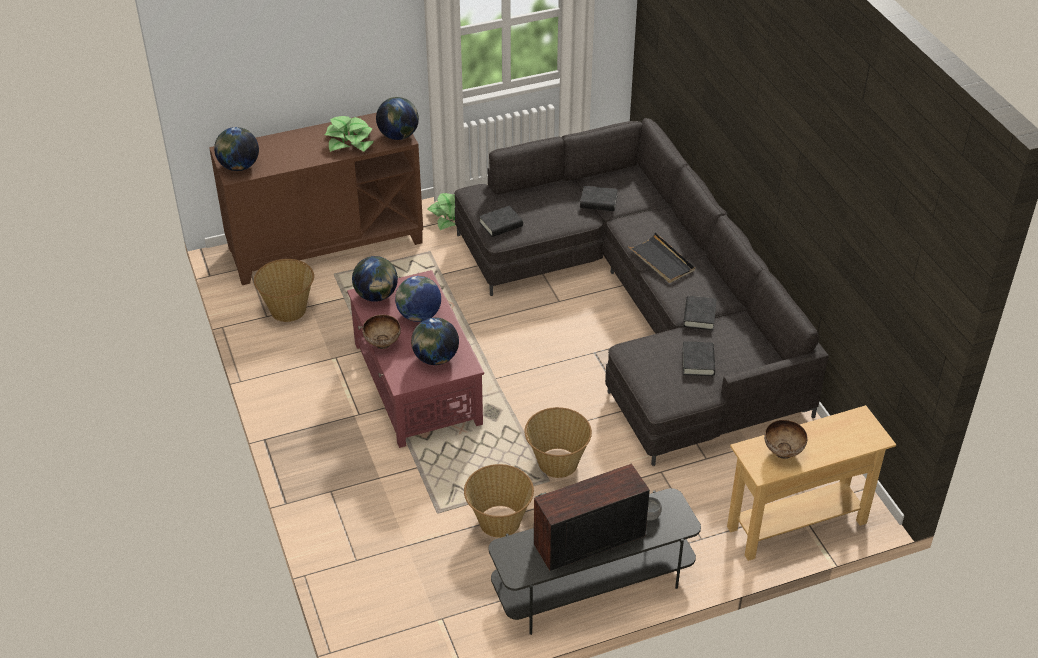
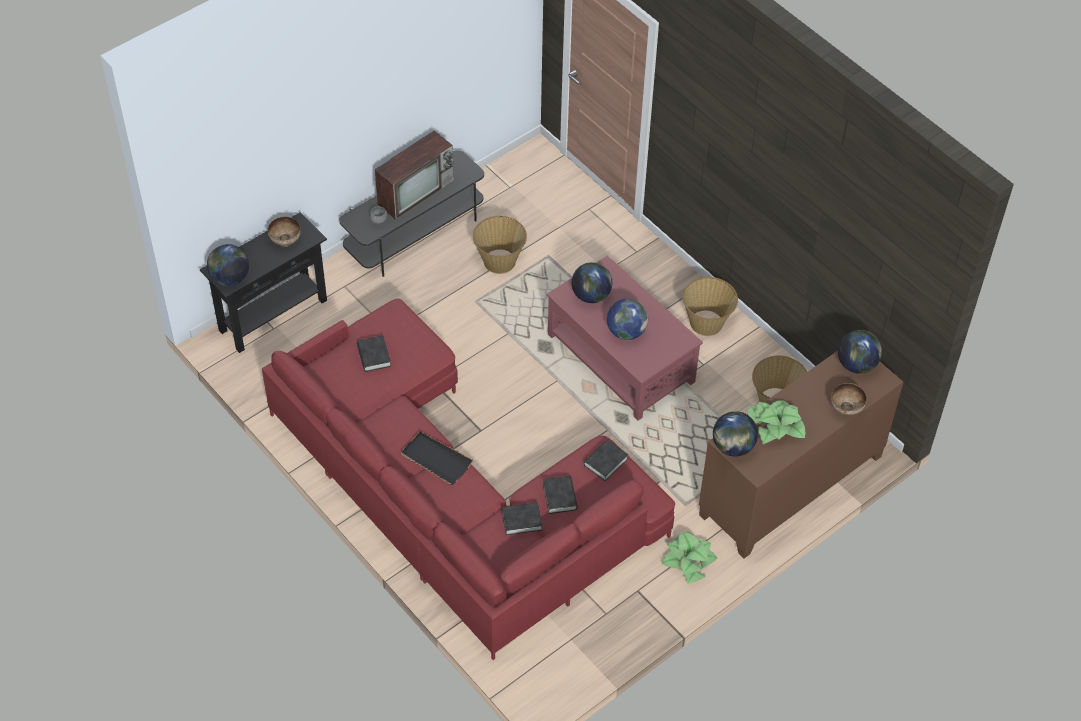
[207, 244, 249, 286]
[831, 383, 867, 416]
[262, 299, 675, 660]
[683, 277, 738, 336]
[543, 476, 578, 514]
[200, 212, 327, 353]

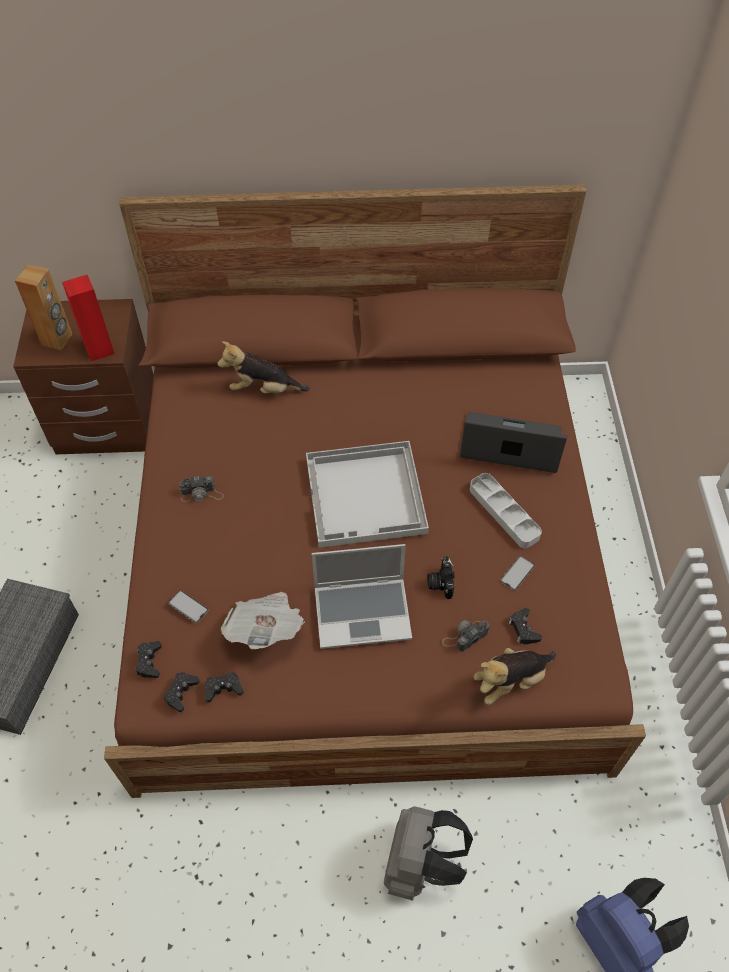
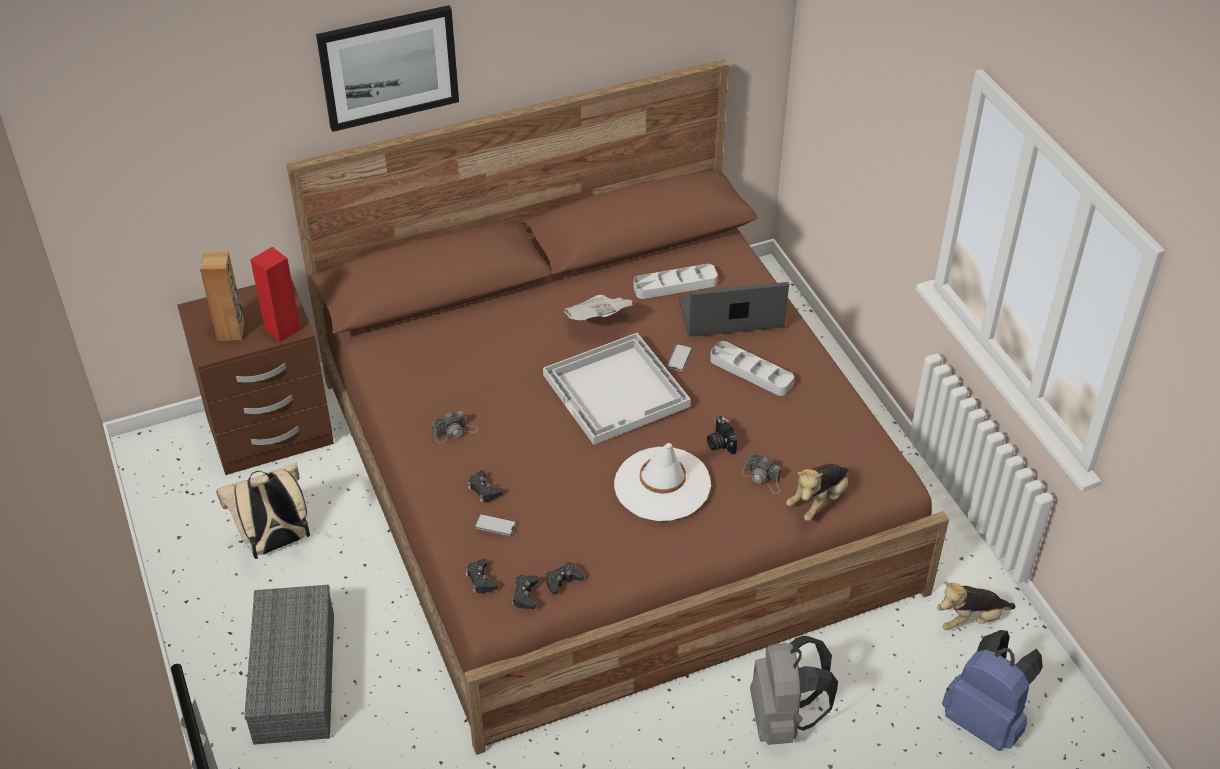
[937, 581, 1016, 630]
[564, 295, 632, 320]
[614, 443, 711, 521]
[742, 454, 781, 494]
[666, 344, 692, 371]
[468, 470, 503, 502]
[216, 462, 310, 559]
[316, 5, 459, 132]
[634, 264, 718, 299]

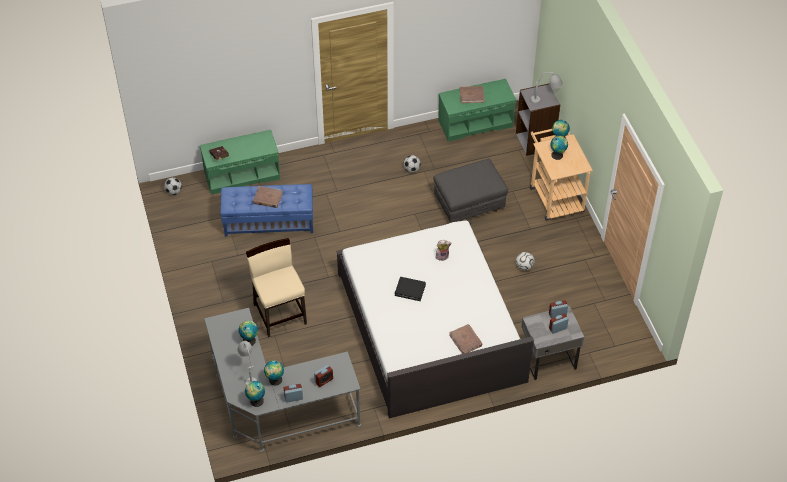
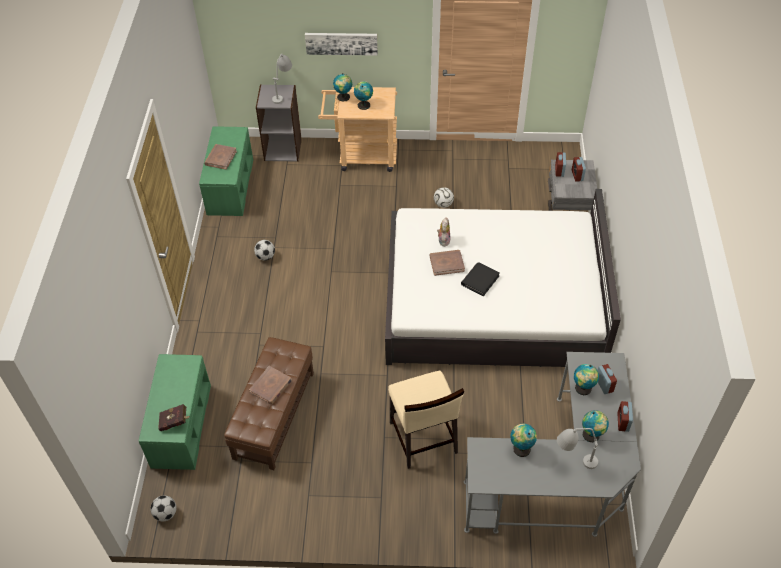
[224, 337, 314, 470]
[574, 364, 599, 395]
[388, 370, 464, 469]
[433, 158, 508, 223] (first image)
[430, 250, 465, 276]
[305, 33, 378, 56]

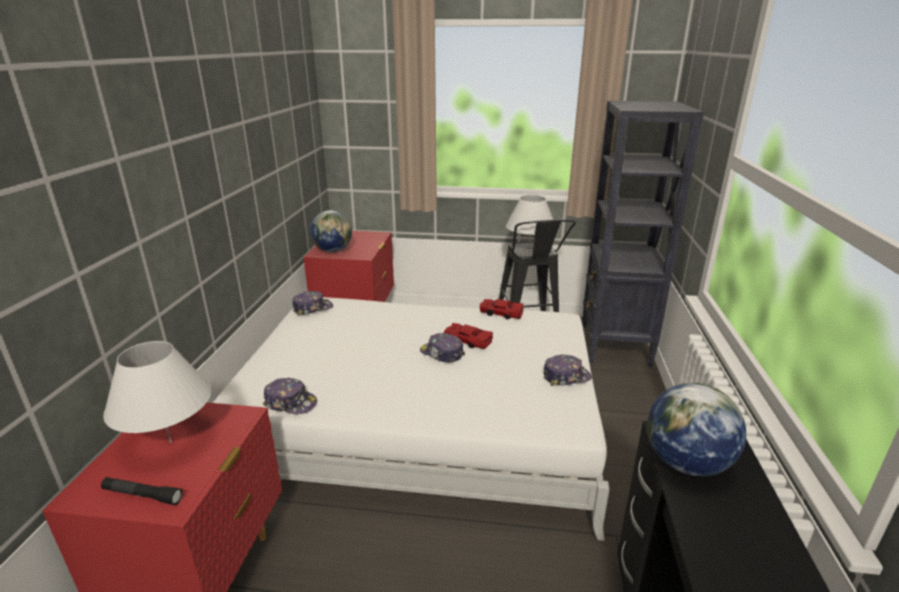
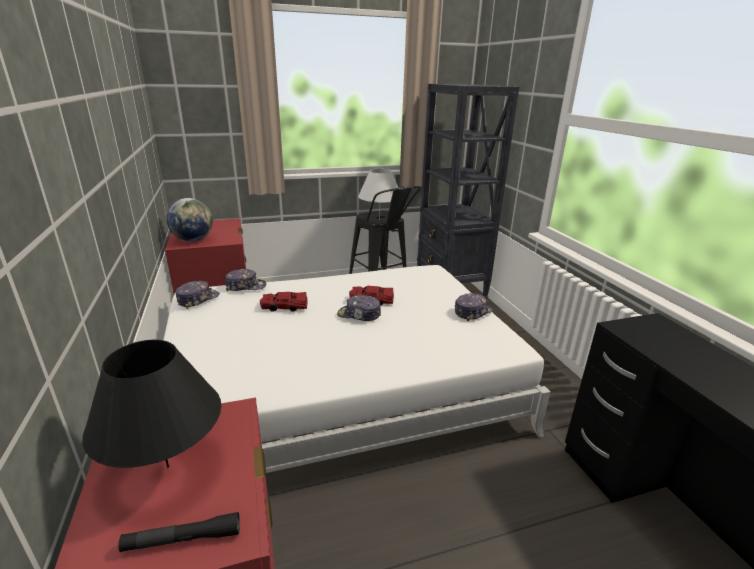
[82, 340, 221, 468]
[225, 269, 266, 291]
[260, 292, 308, 312]
[647, 383, 746, 476] (first image)

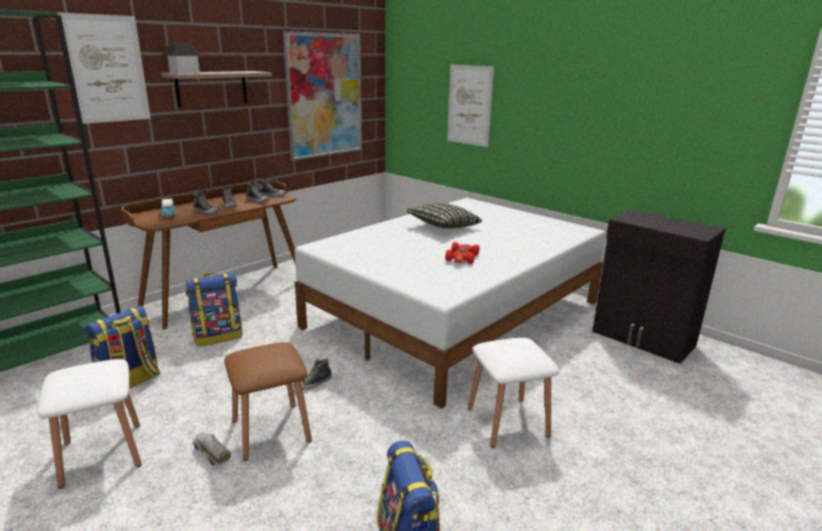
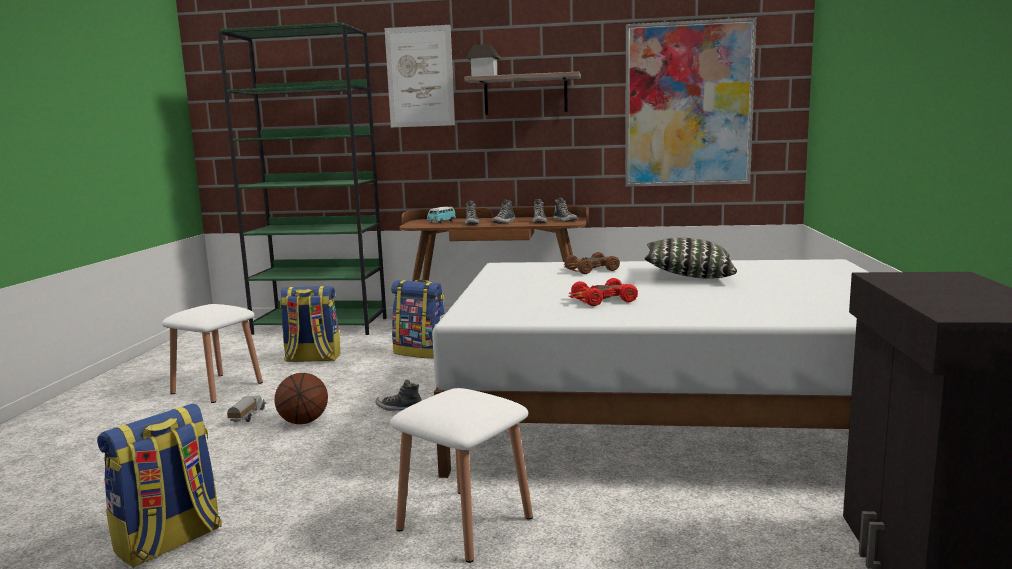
[274, 373, 328, 424]
[447, 65, 494, 147] (first image)
[563, 252, 620, 274]

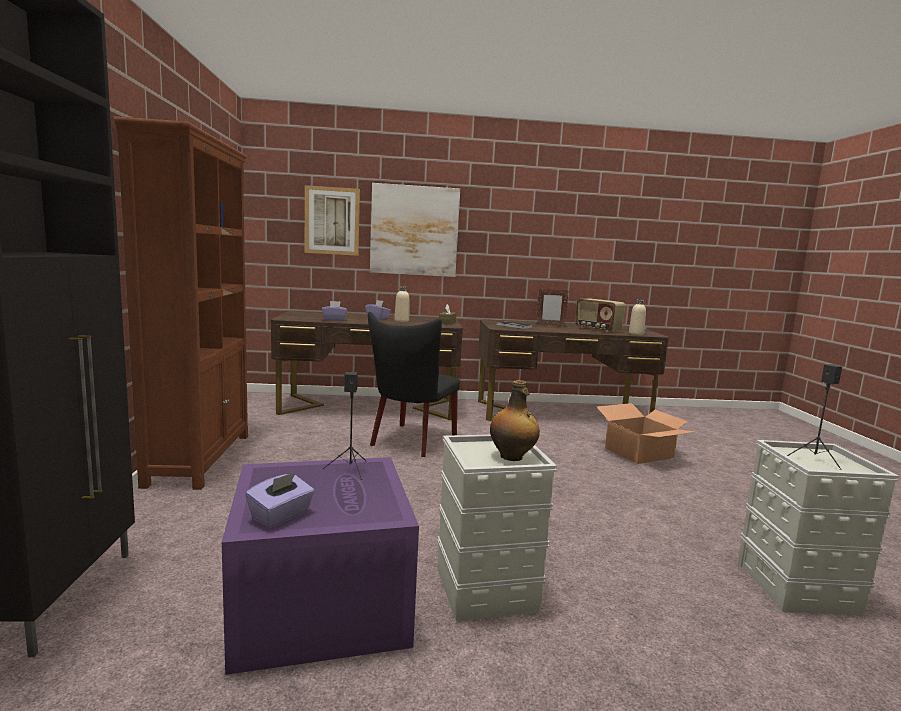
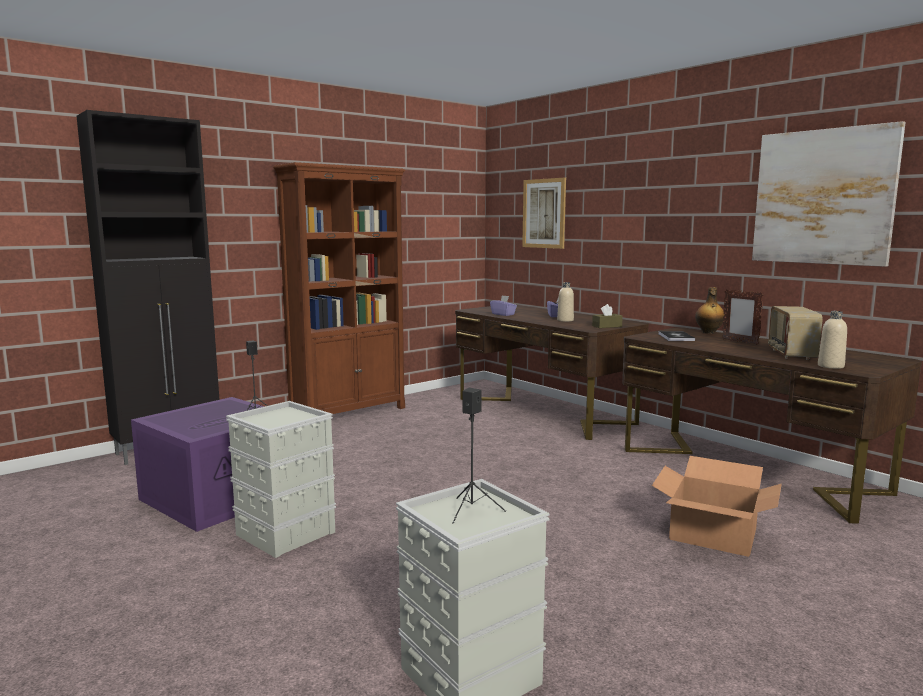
[245, 472, 315, 528] (first image)
[368, 312, 460, 457] (first image)
[752, 121, 906, 267]
[695, 287, 725, 334]

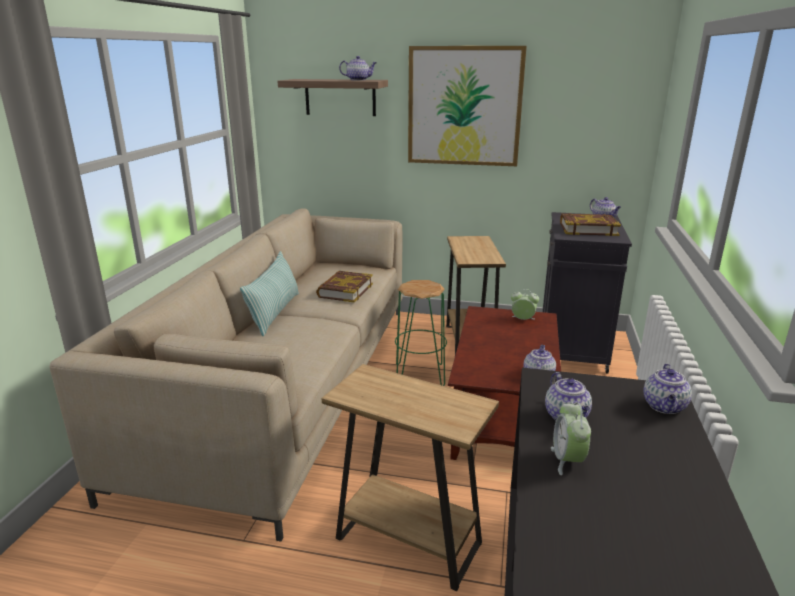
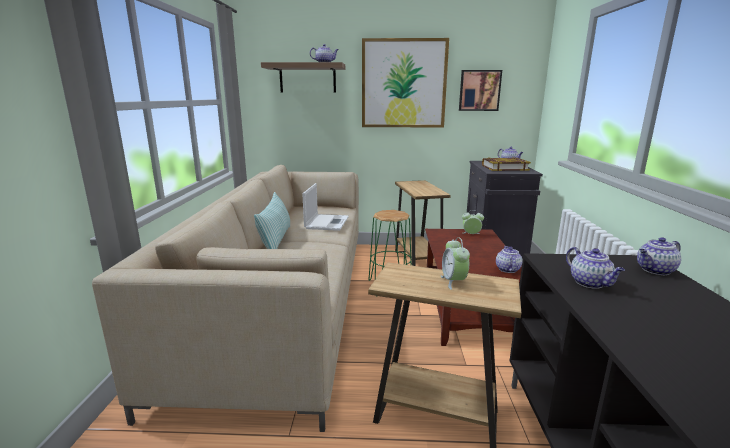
[302, 183, 349, 231]
[441, 237, 470, 290]
[637, 237, 681, 275]
[459, 70, 502, 111]

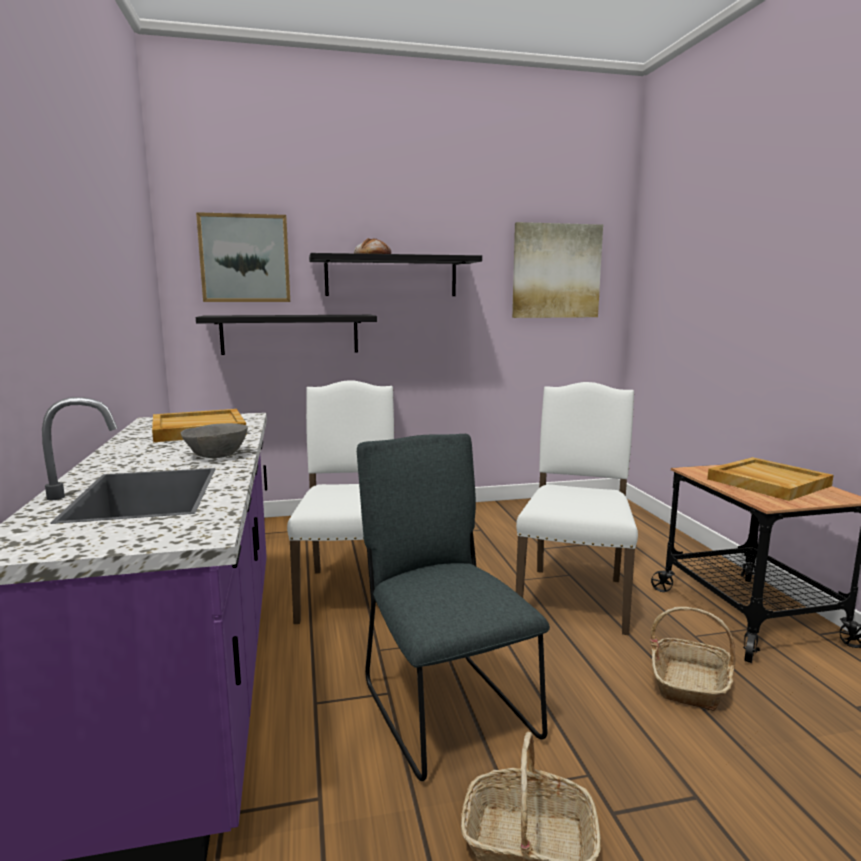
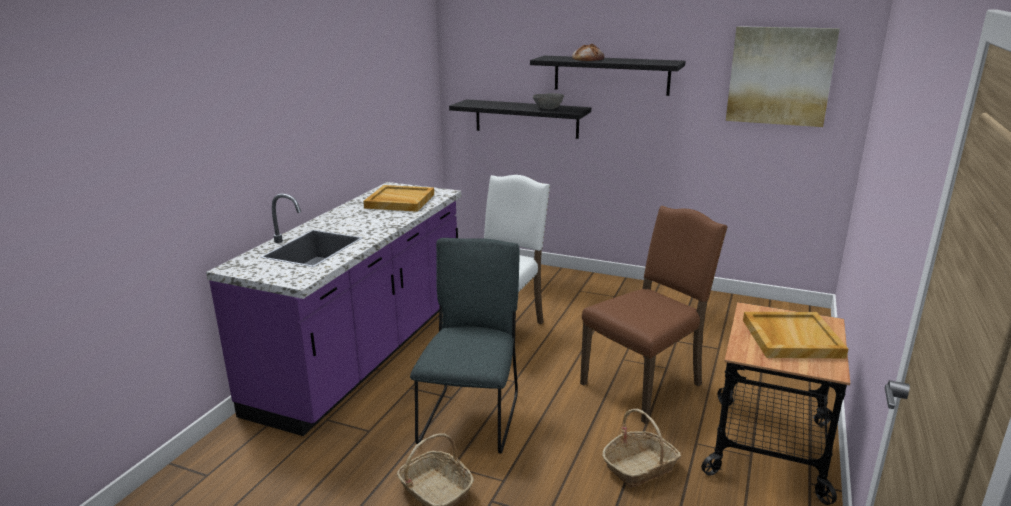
[533, 93, 564, 109]
[196, 212, 290, 302] (first image)
[580, 206, 728, 424]

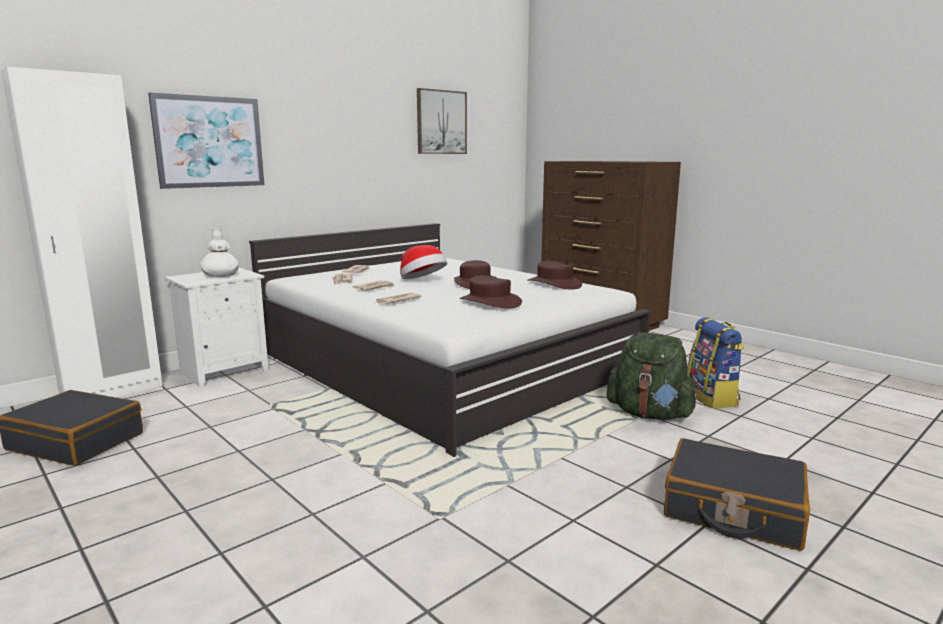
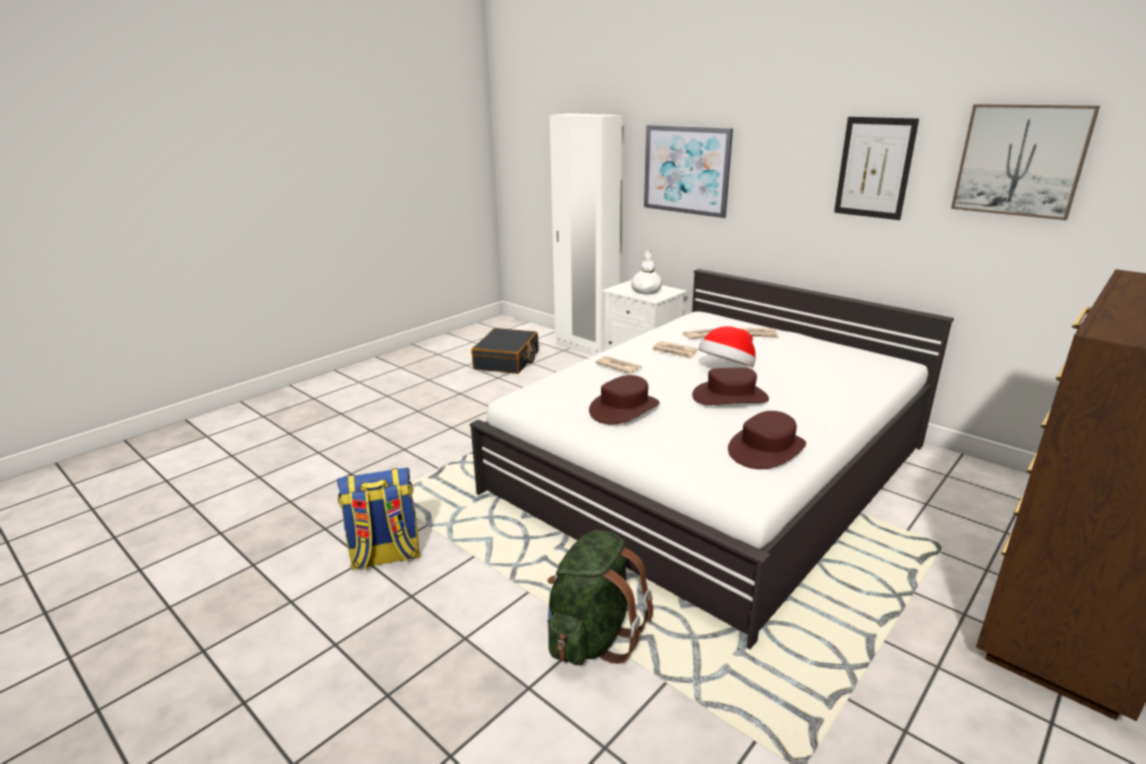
[664, 438, 810, 551] (first image)
[337, 468, 421, 570]
[834, 117, 919, 220]

